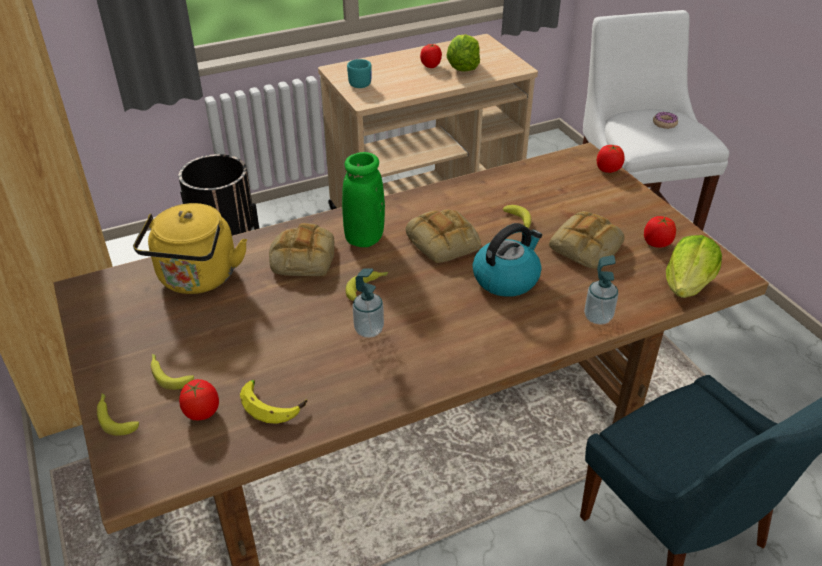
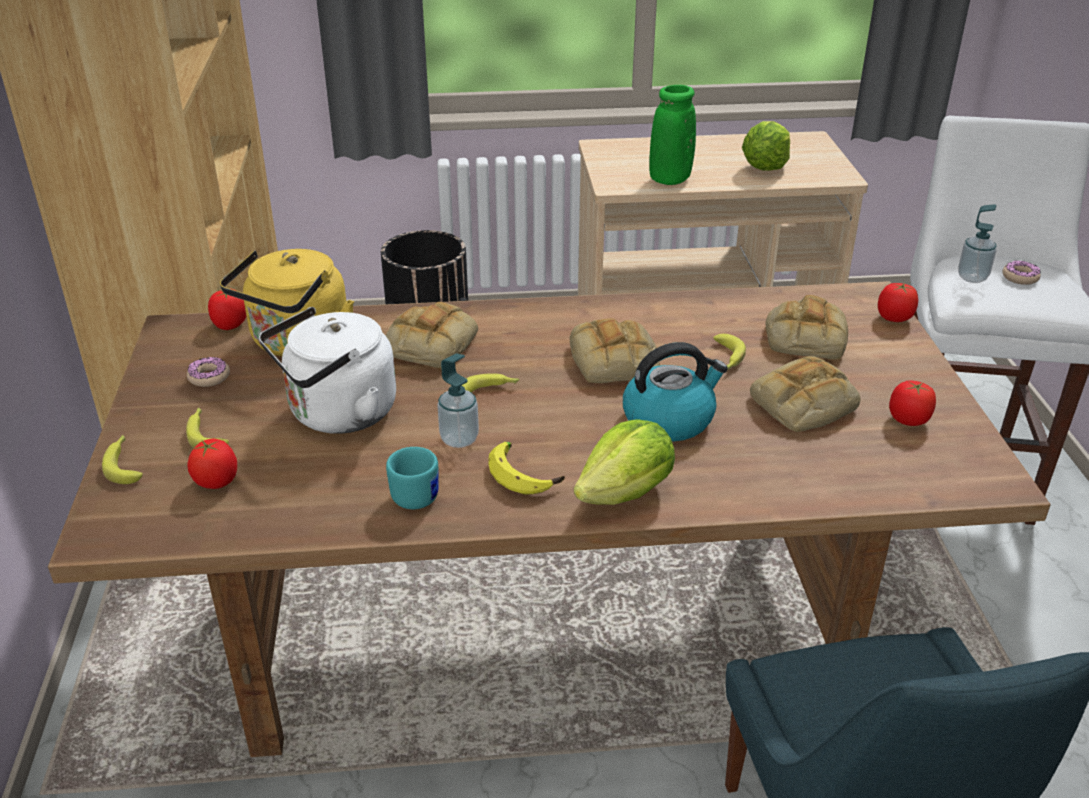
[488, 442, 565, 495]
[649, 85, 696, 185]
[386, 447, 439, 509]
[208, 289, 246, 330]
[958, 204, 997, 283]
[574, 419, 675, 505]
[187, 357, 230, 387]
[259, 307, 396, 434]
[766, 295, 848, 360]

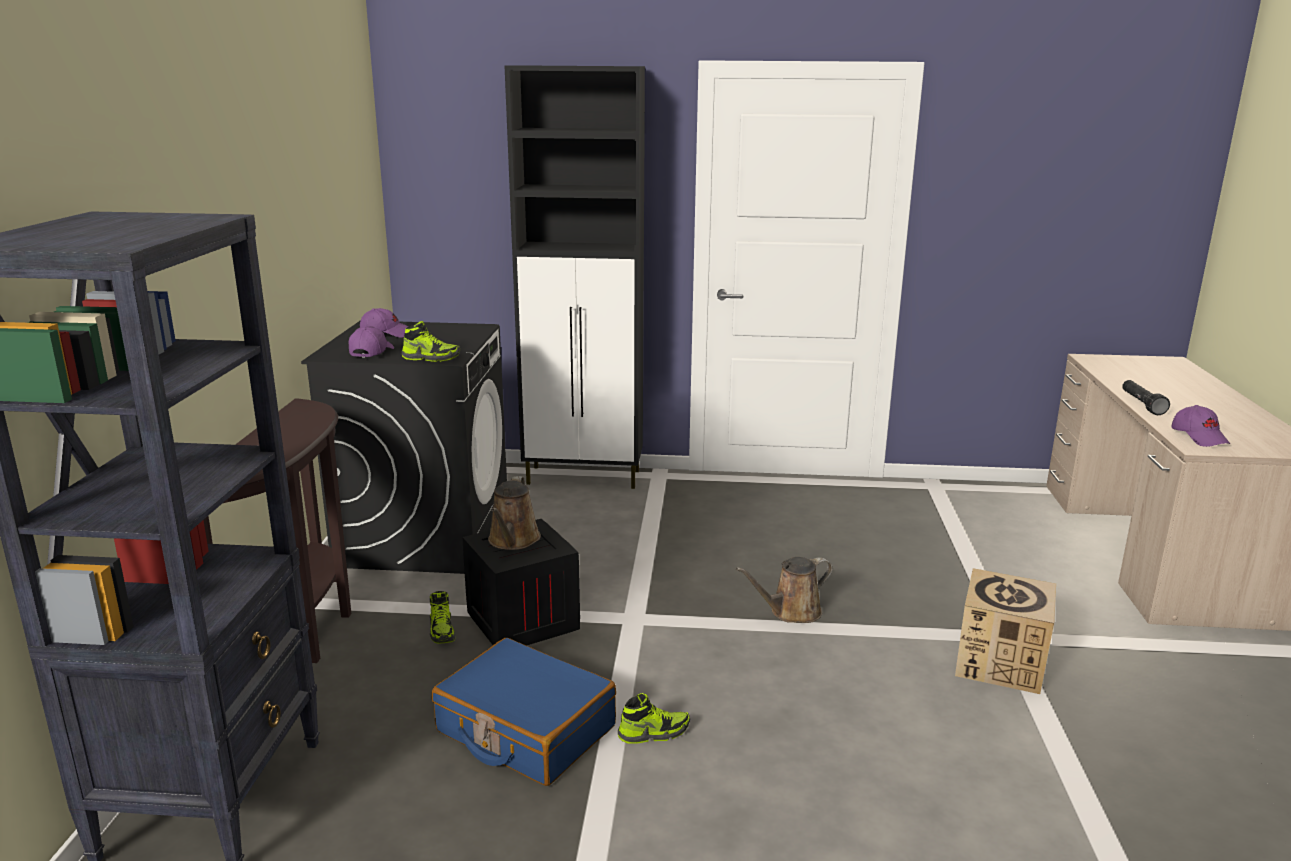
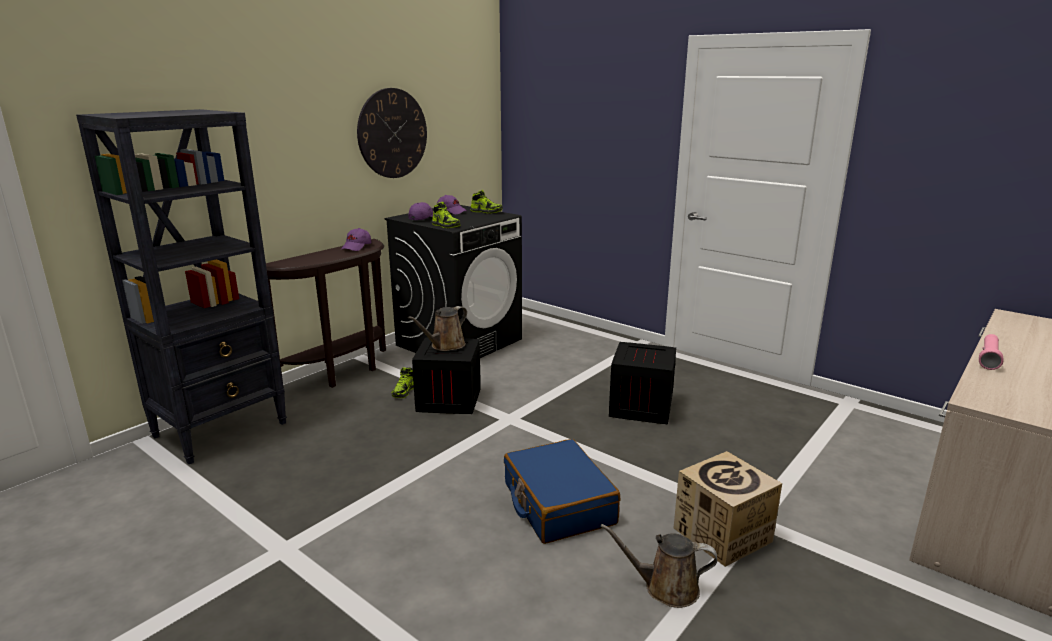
[504, 439, 620, 544]
[505, 65, 645, 489] (first image)
[470, 190, 502, 213]
[601, 524, 717, 608]
[979, 334, 1003, 370]
[341, 228, 371, 251]
[357, 88, 427, 178]
[609, 342, 676, 424]

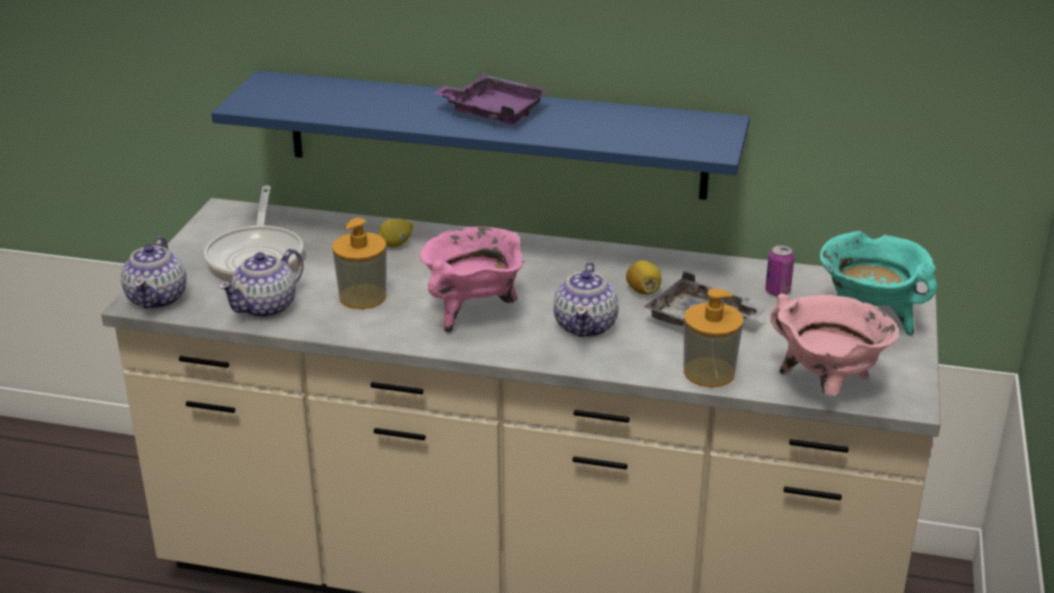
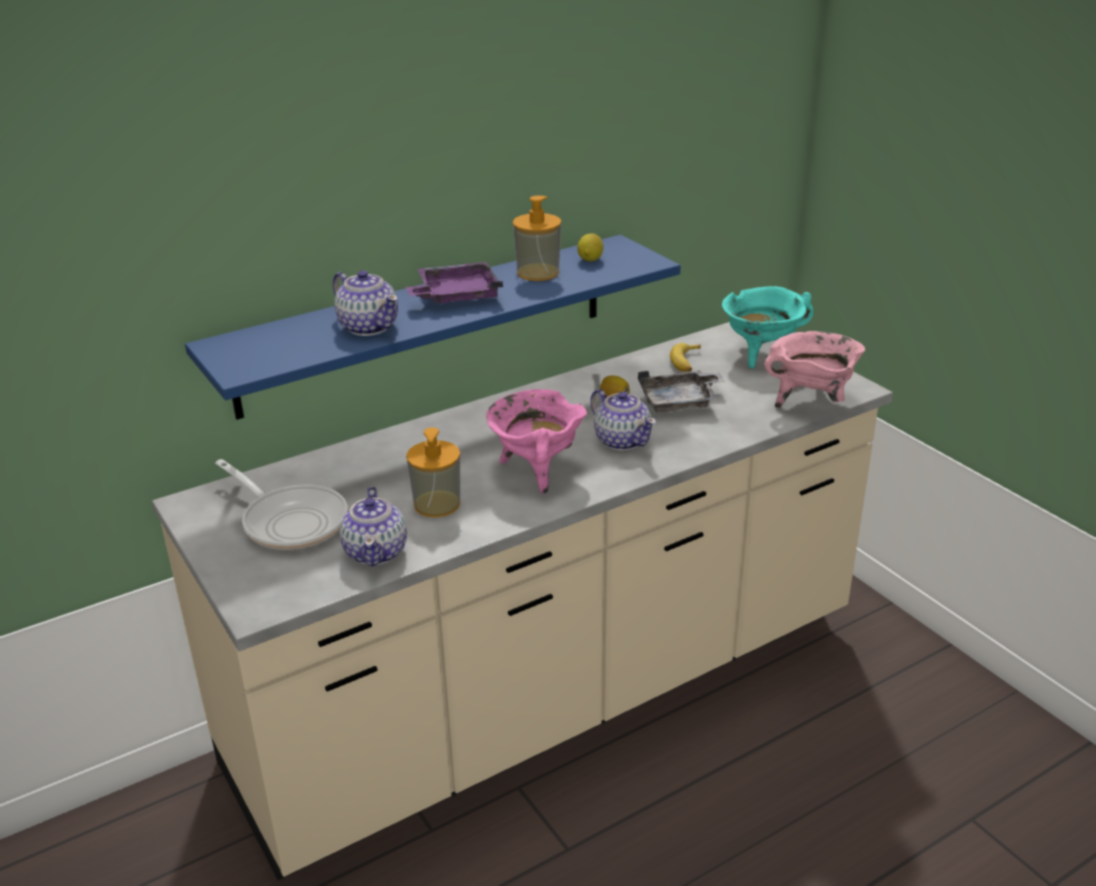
[333, 270, 398, 336]
[578, 233, 604, 262]
[513, 196, 561, 281]
[670, 343, 701, 372]

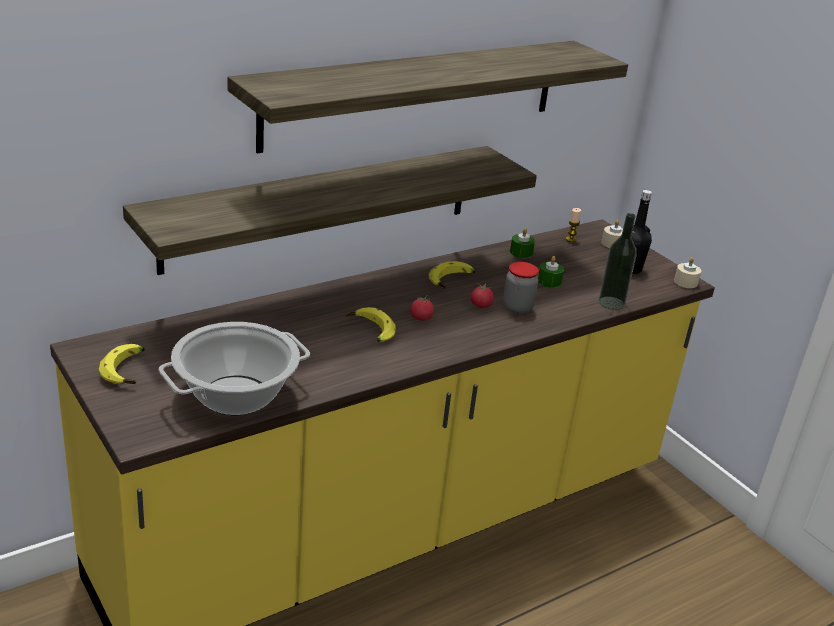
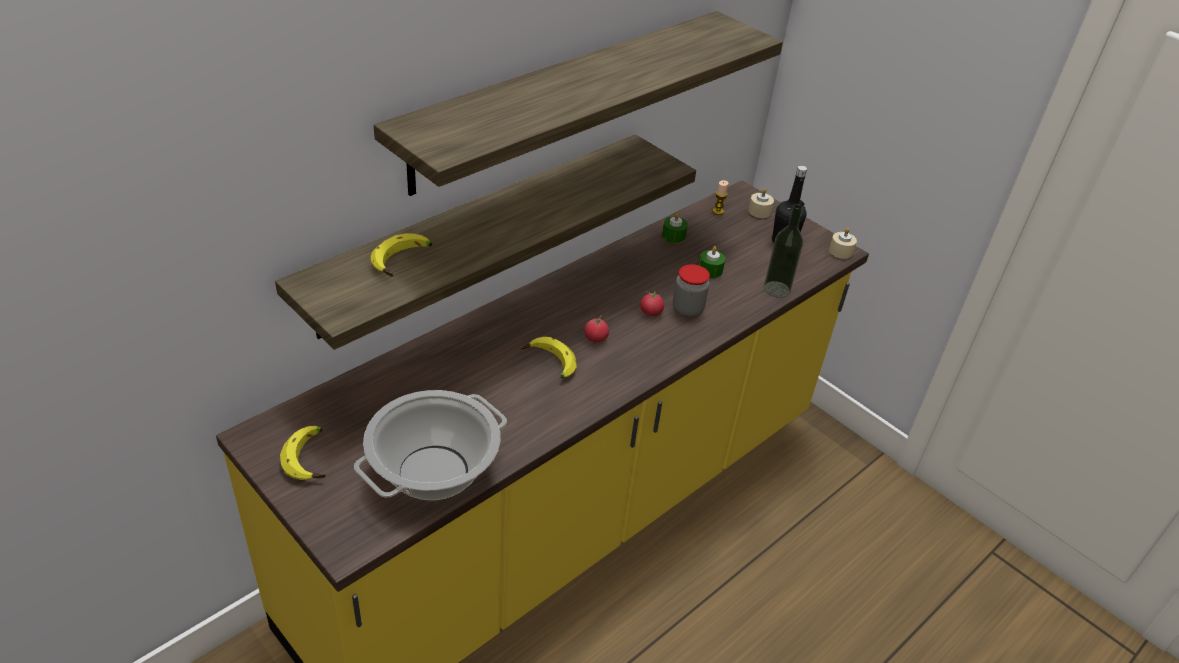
[370, 233, 432, 277]

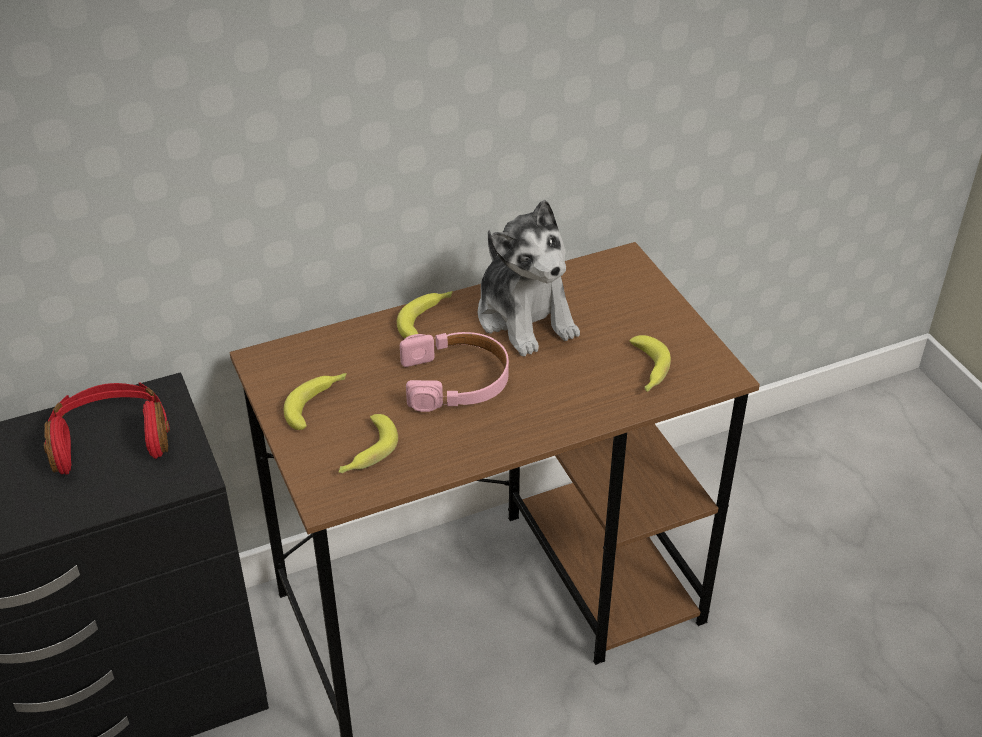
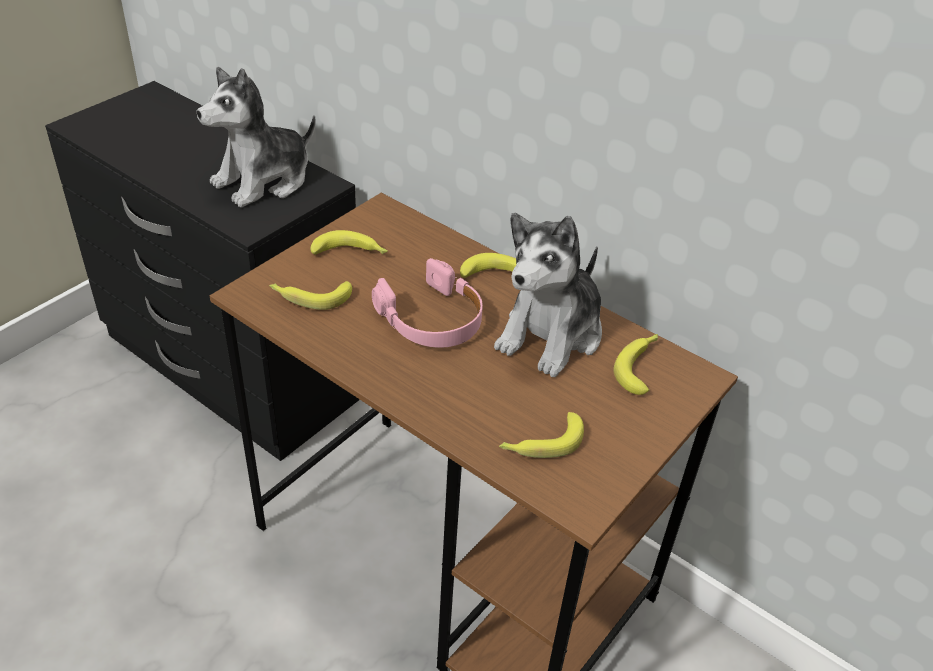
[197, 67, 316, 207]
[614, 334, 658, 395]

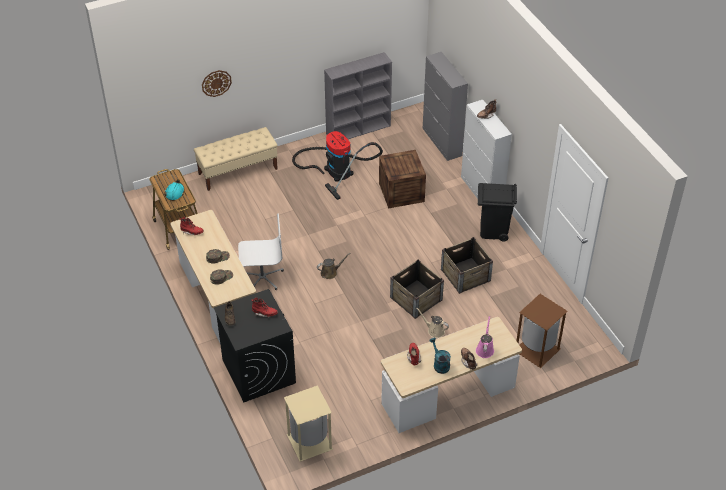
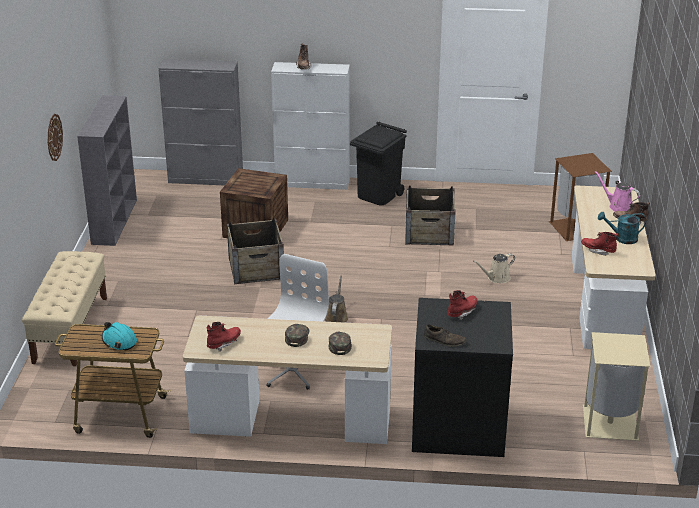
[48, 114, 63, 161]
[292, 131, 383, 200] (first image)
[227, 218, 284, 284]

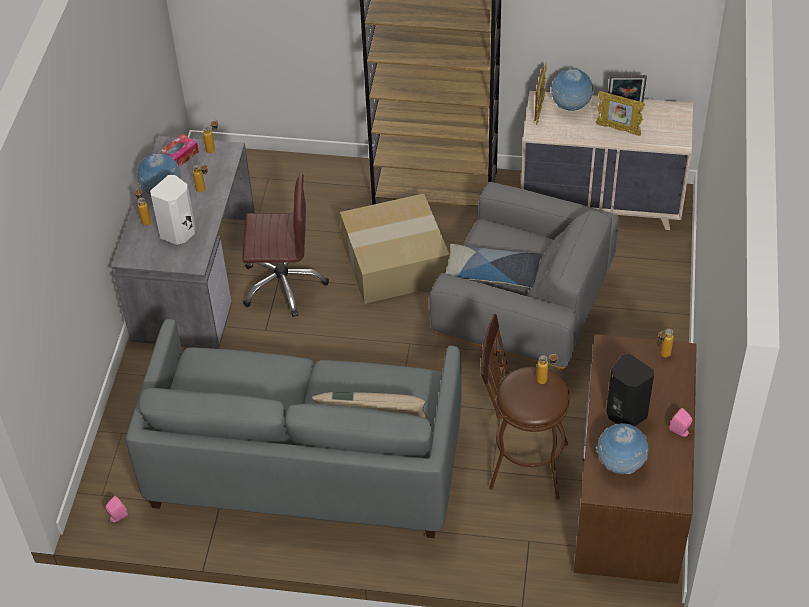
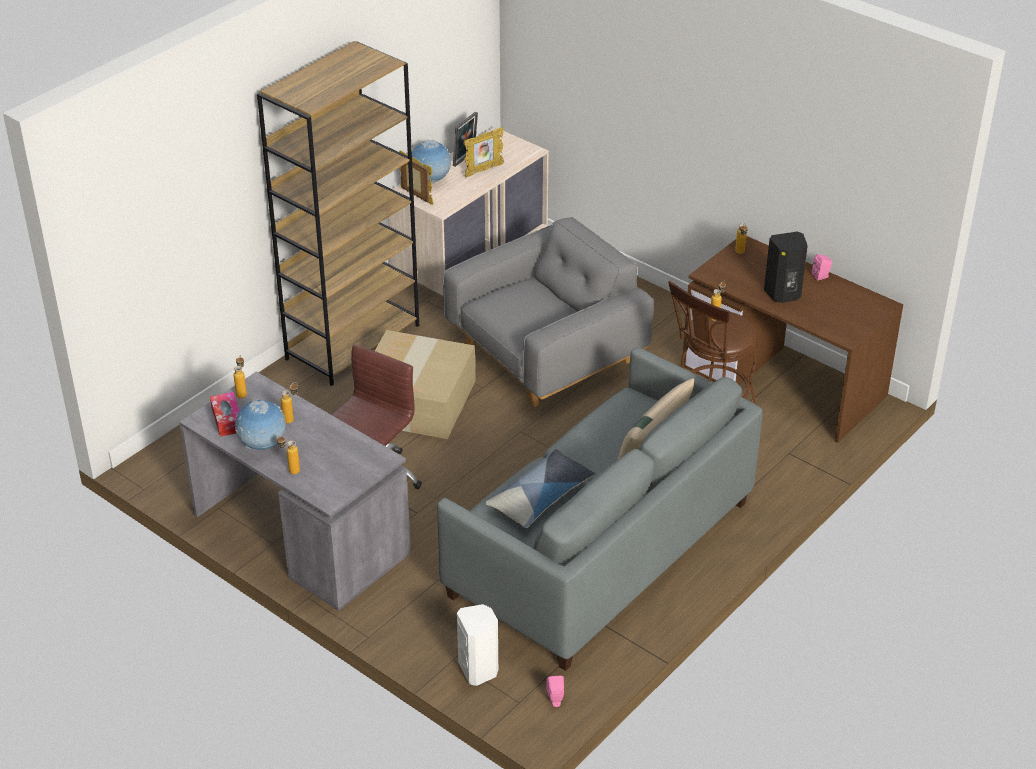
[457, 604, 498, 686]
[485, 449, 595, 528]
[596, 423, 649, 474] (first image)

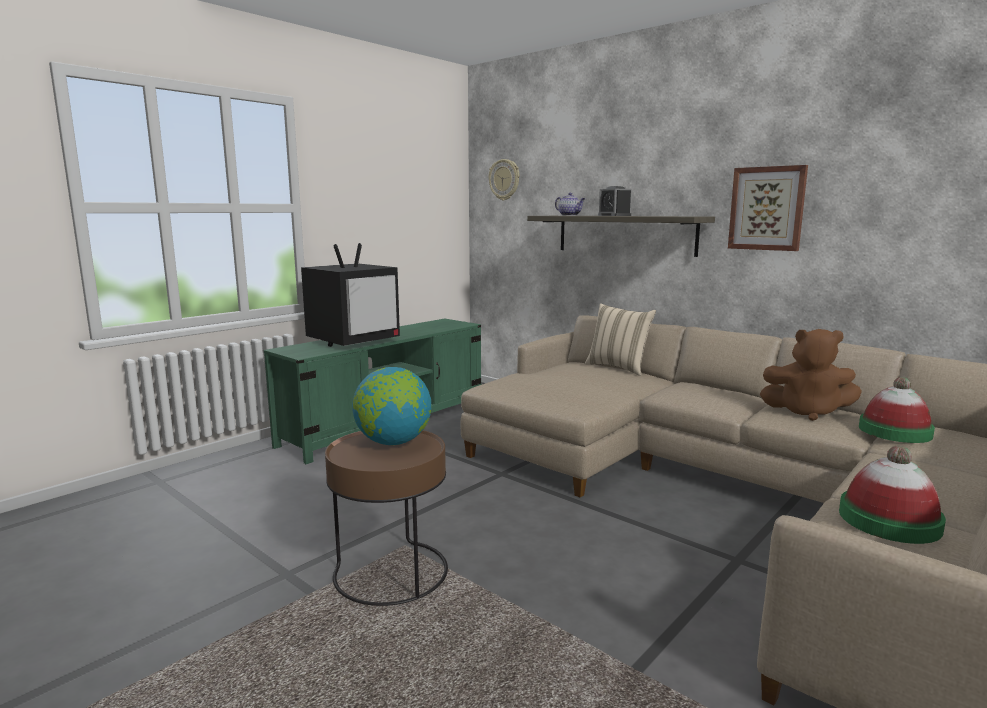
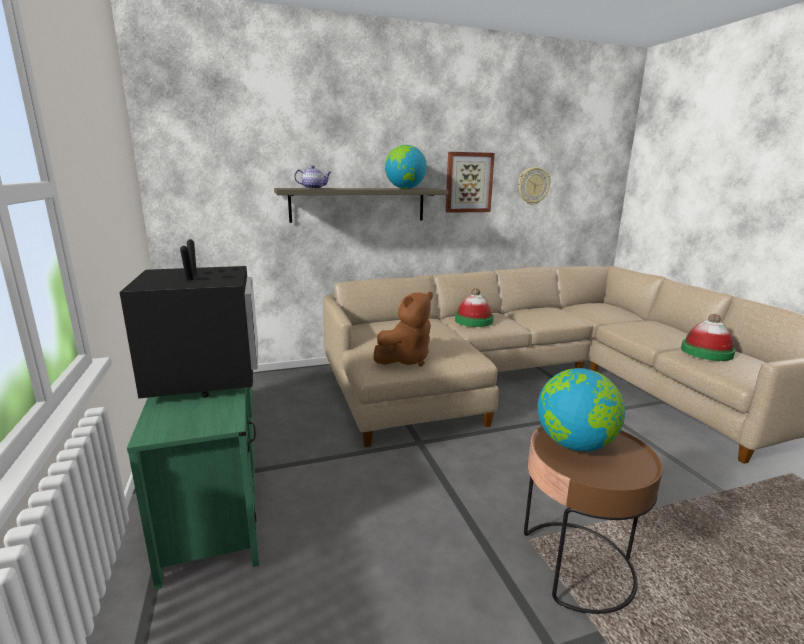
[518, 167, 551, 205]
[585, 303, 656, 376] (first image)
[598, 186, 632, 216] (first image)
[374, 292, 433, 367]
[455, 288, 494, 327]
[385, 145, 427, 189]

